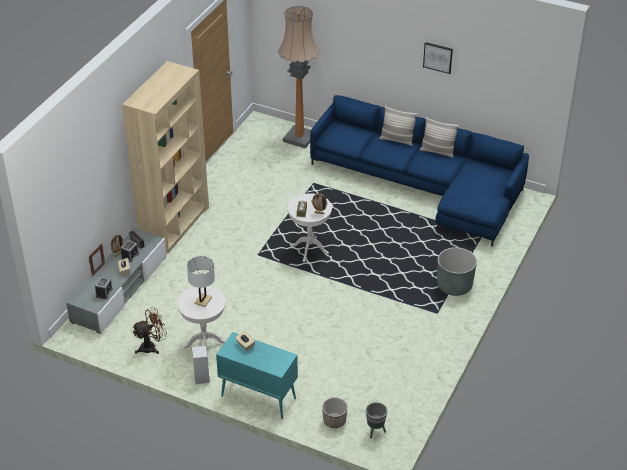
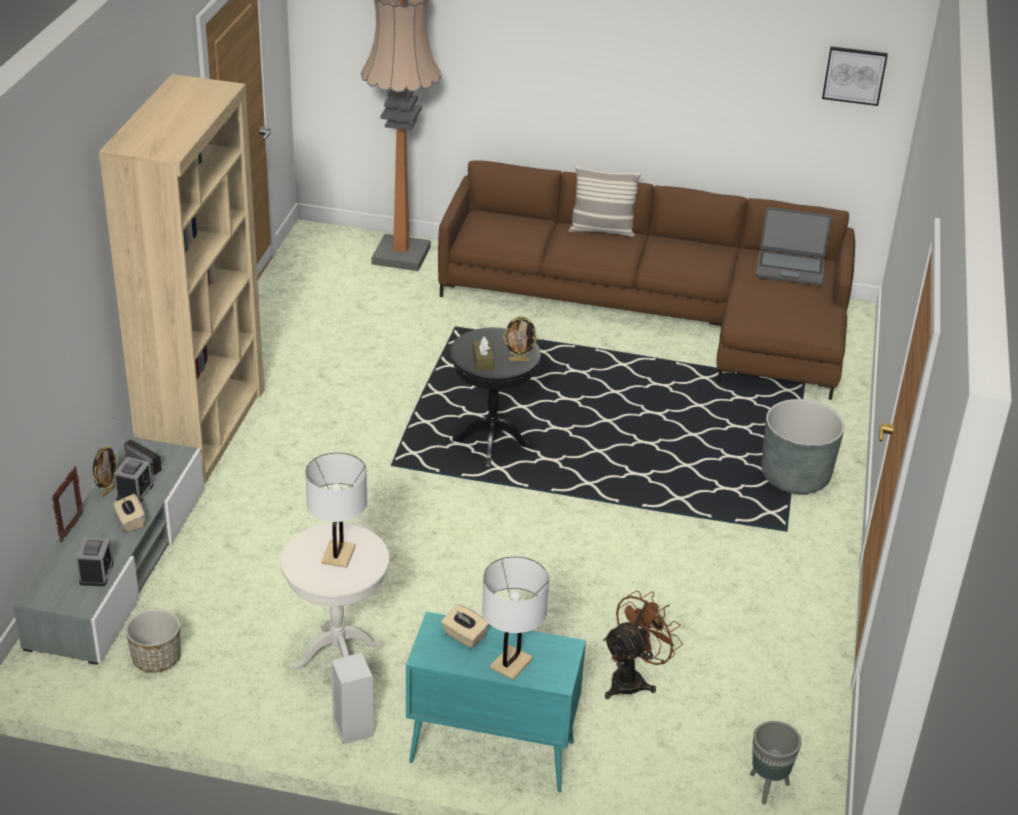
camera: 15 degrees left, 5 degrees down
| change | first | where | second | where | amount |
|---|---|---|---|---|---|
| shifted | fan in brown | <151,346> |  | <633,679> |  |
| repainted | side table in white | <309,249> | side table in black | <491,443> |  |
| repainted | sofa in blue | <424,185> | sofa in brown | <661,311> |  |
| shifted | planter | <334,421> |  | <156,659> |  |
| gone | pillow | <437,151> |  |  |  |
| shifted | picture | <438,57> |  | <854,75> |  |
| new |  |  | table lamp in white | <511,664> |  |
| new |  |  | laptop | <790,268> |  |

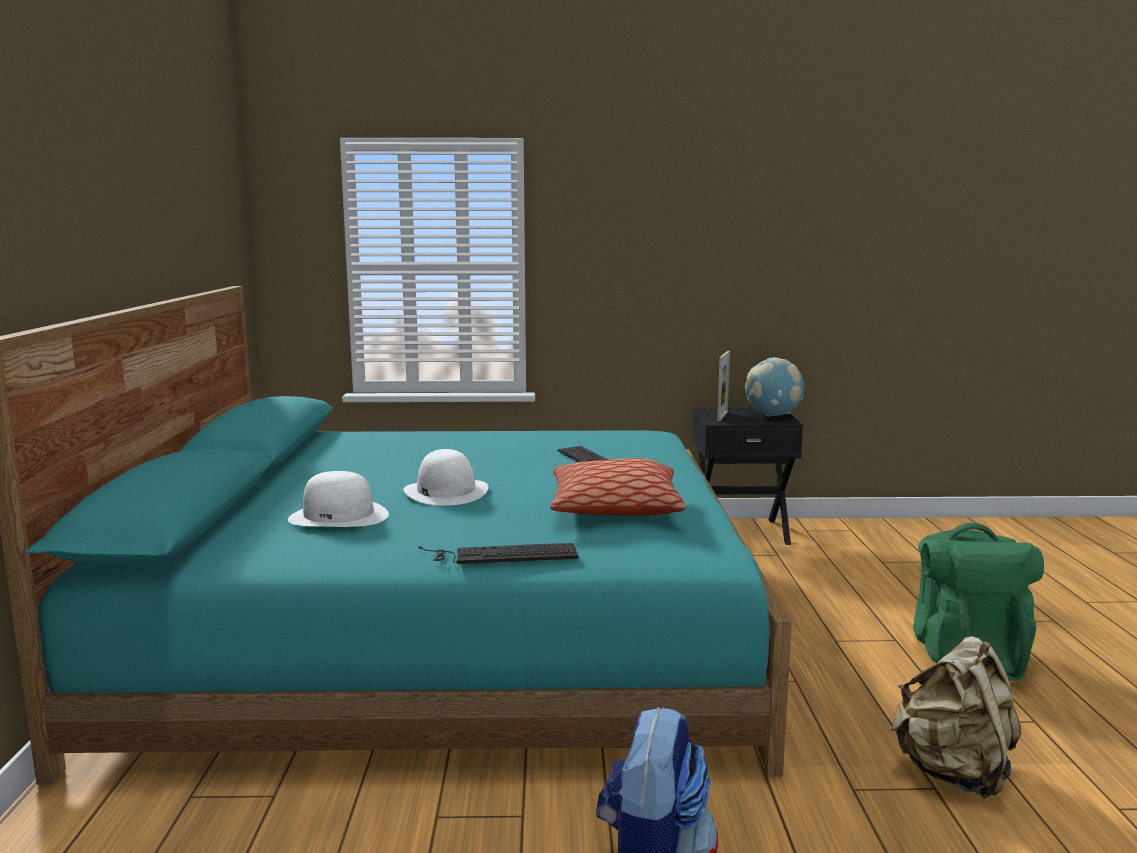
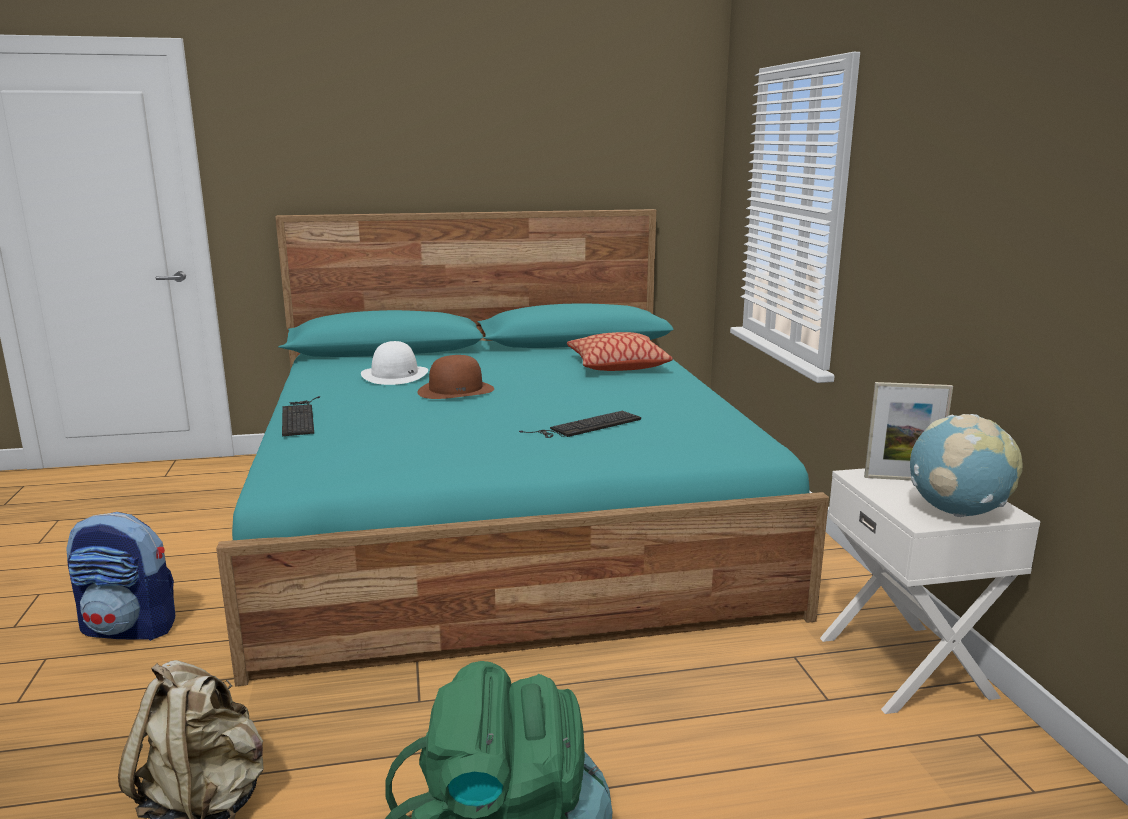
camera: 80 degrees right, 5 degrees up
| change | first | where | second | where | amount |
|---|---|---|---|---|---|
| repainted | hat in white | <446,492> | hat in brown | <456,390> |  |
| shifted | pillow | <615,508> |  | <617,365> |  |
| repainted | nightstand in black | <740,531> | nightstand in white | <907,666> |  |

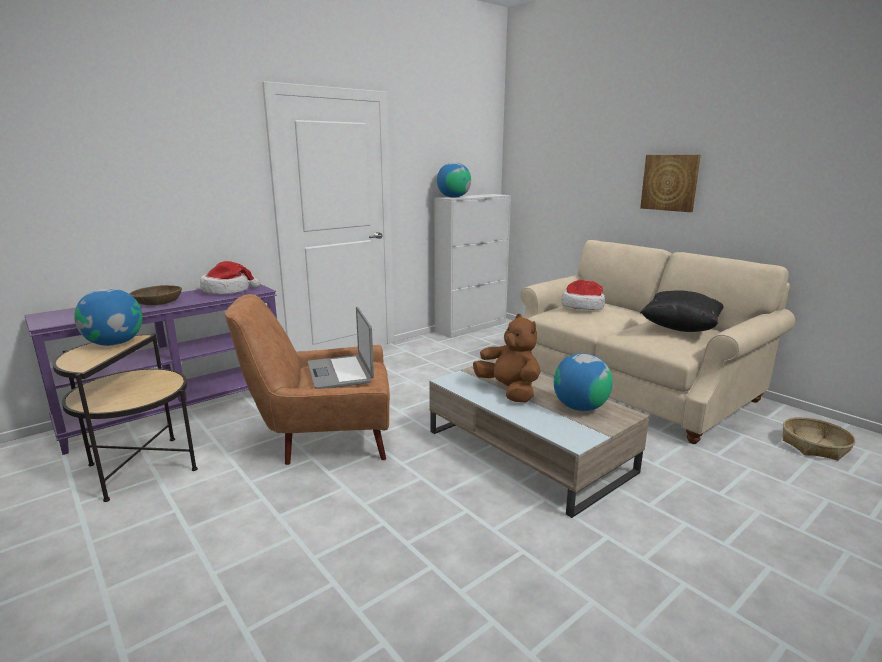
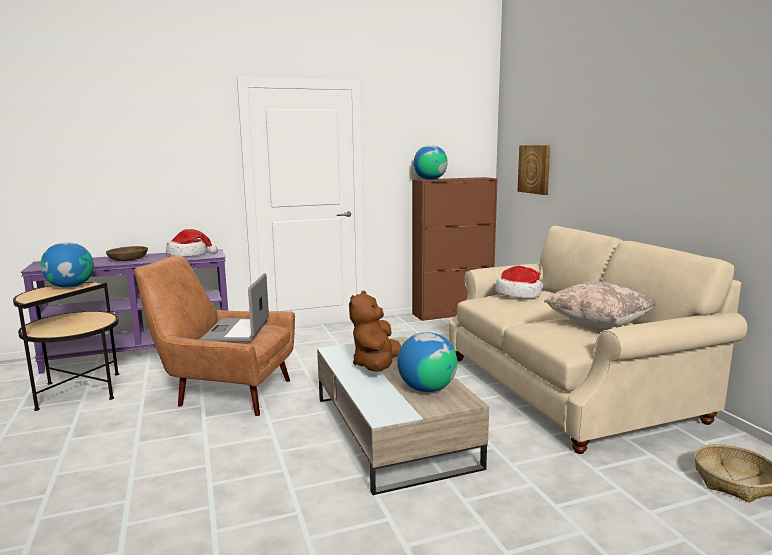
camera: 20 degrees right, 5 degrees down
| change | first | where | second | where | amount |
|---|---|---|---|---|---|
| repainted | cabinet in white | <471,327> | cabinet in brown | <453,313> |  |
| rotated | plush toy in brown | <509,391> |  | <376,366> | 150 degrees counterclockwise |
| shifted | picture | <670,182> |  | <535,169> |  |
| repainted | pillow in black | <680,328> | pillow in beige | <598,324> |  |

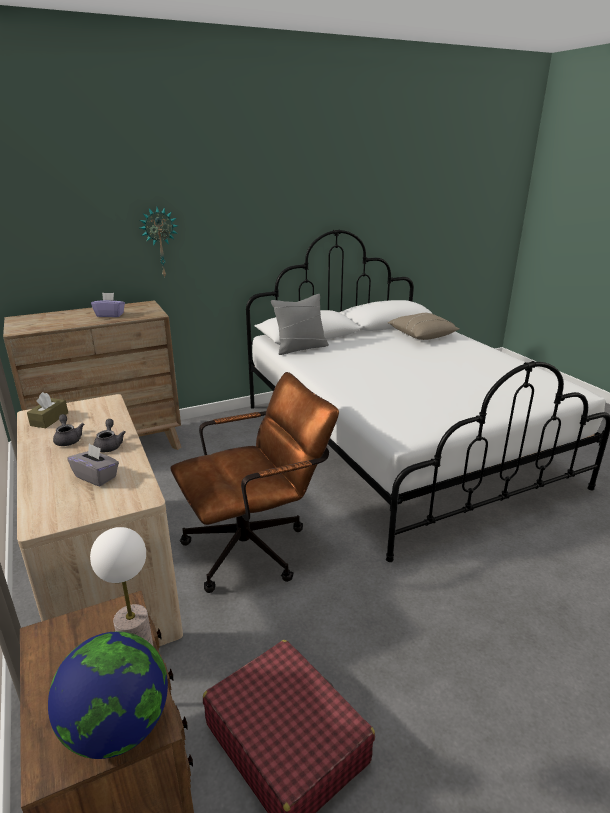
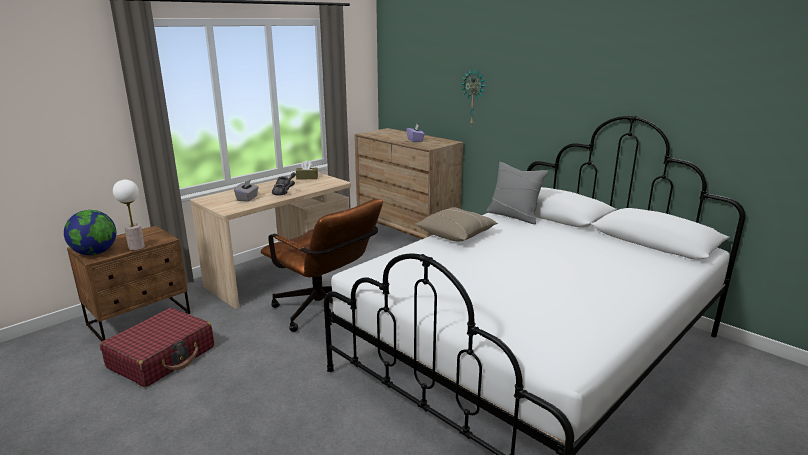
camera: 70 degrees right, 5 degrees down
| change | first | where | second | where | amount |
|---|---|---|---|---|---|
| shifted | pillow in beige | <421,335> |  | <456,234> |  |

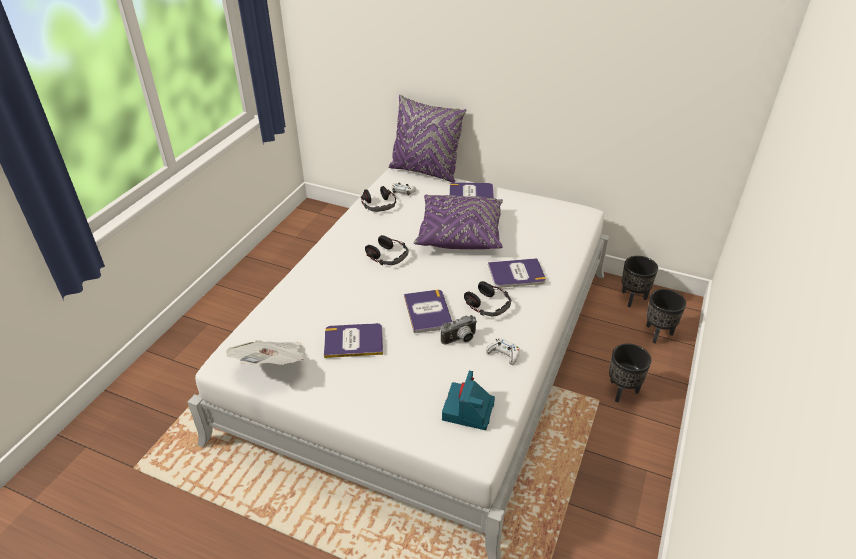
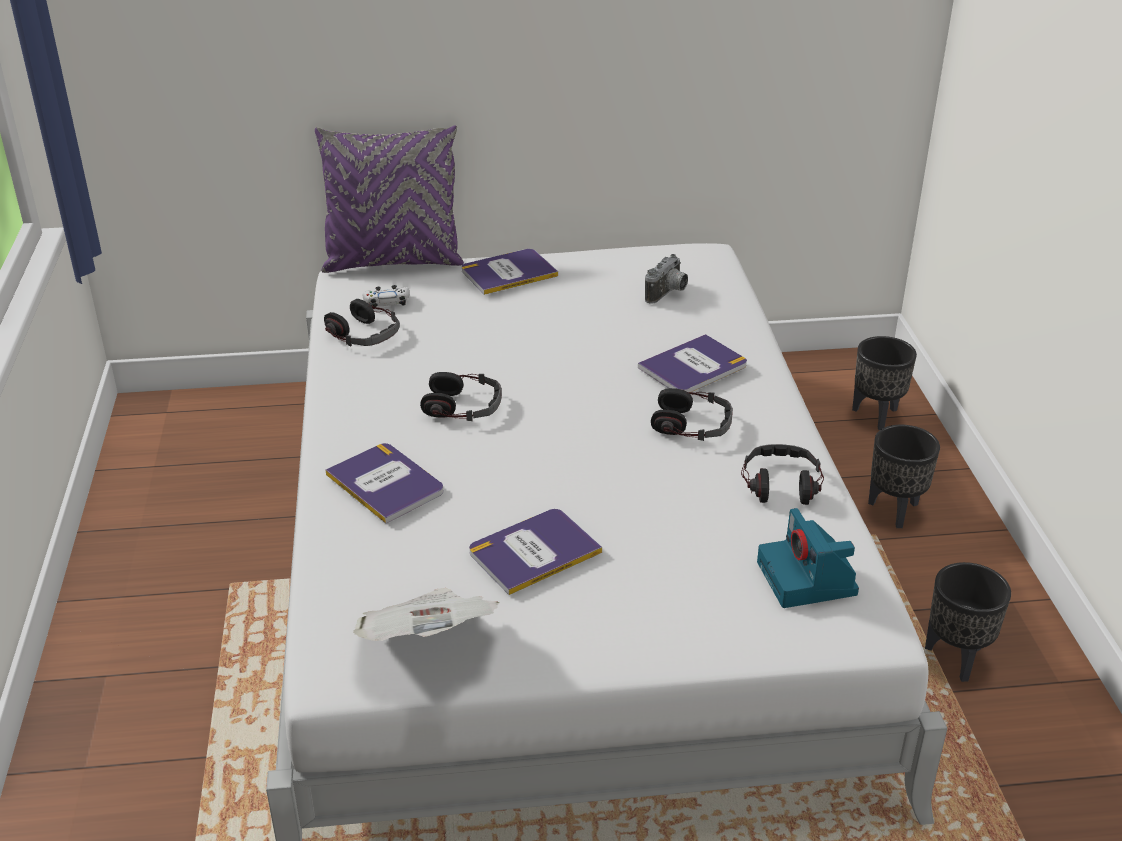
camera: 30 degrees left, 5 degrees down
| change | first | where | second | where | amount |
|---|---|---|---|---|---|
| shifted | book | <428,311> |  | <386,483> |  |
| gone | pillow in purple | <459,233> |  |  |  |
| shifted | photo camera | <460,340> |  | <668,294> |  |
| swapped | game controller in white | <503,354> | headphones | <780,483> |  |
| shifted | planter in black | <633,299> |  | <957,658> |  |

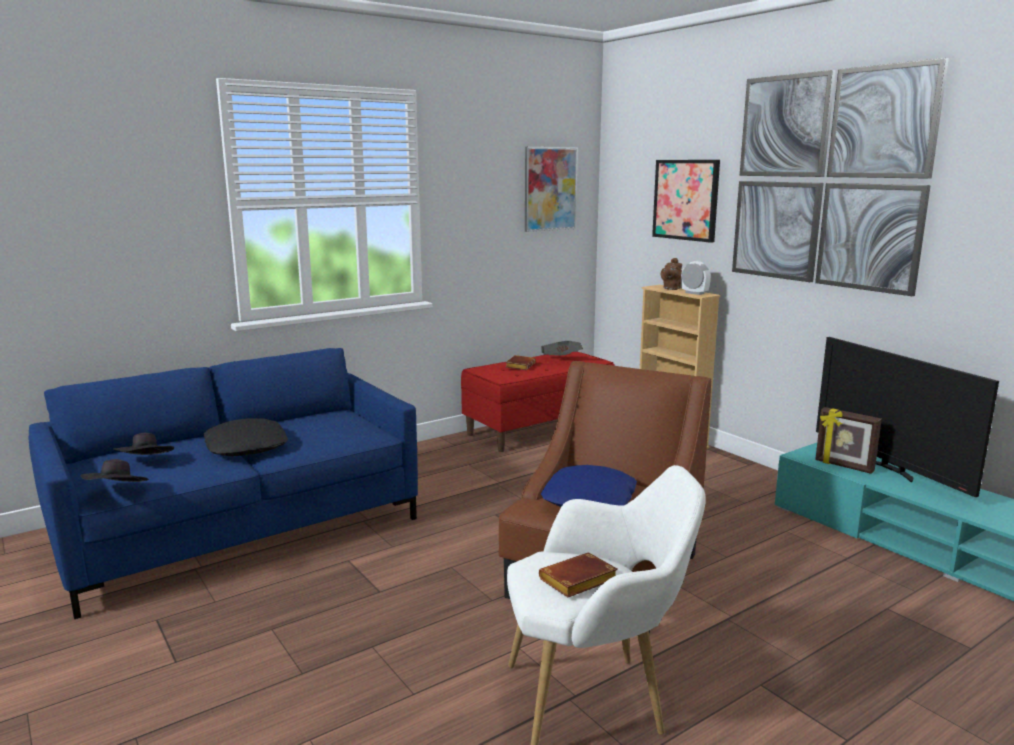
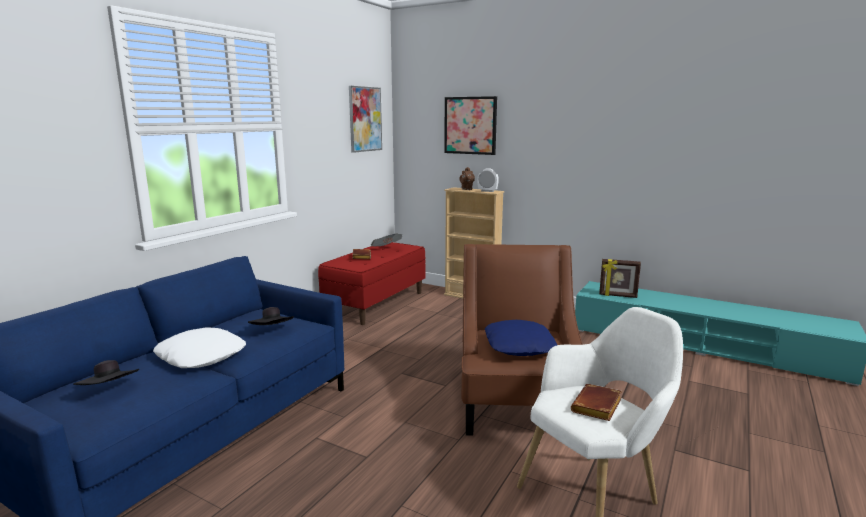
camera: 25 degrees left, 0 degrees up
| change | first | where | second | where | amount |
|---|---|---|---|---|---|
| shifted | hat in black | <117,492> |  | <272,331> |  |
| repainted | pillow in black | <247,446> | pillow in white | <202,356> |  |
| gone | picture | <826,179> |  |  |  |
| gone | television | <889,469> |  |  |  |

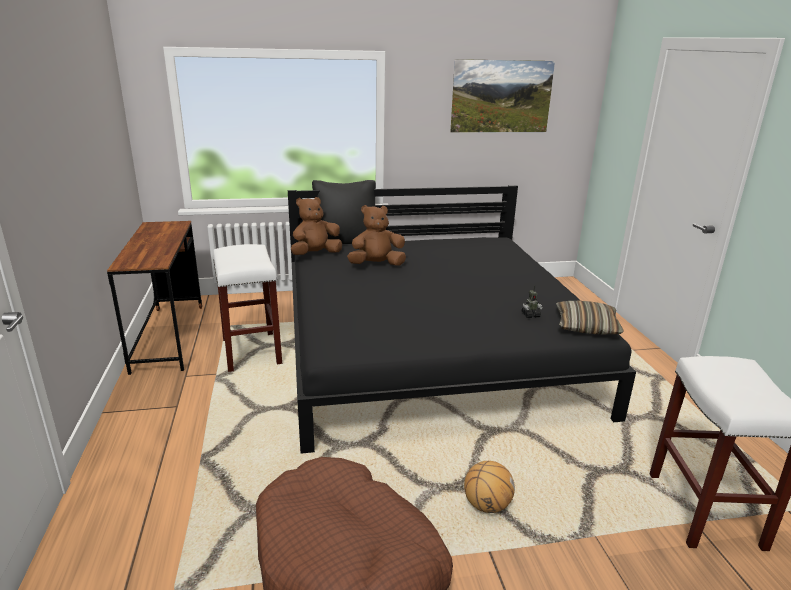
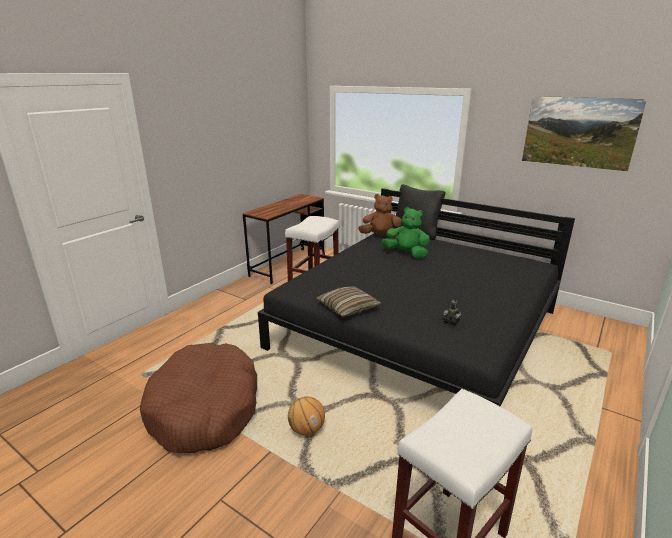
camera: 45 degrees right, 0 degrees up
| change | first | where | second | where | amount |
|---|---|---|---|---|---|
| repainted | plush toy in brown | <376,265> | plush toy in green | <406,253> |  |
| shifted | pillow | <586,326> |  | <348,308> |  |

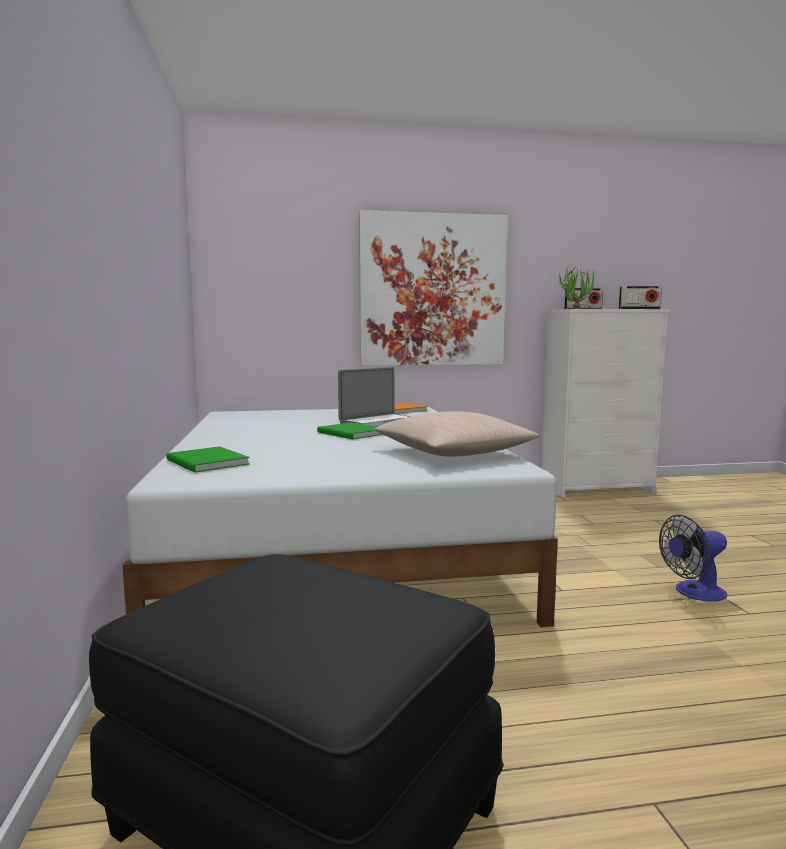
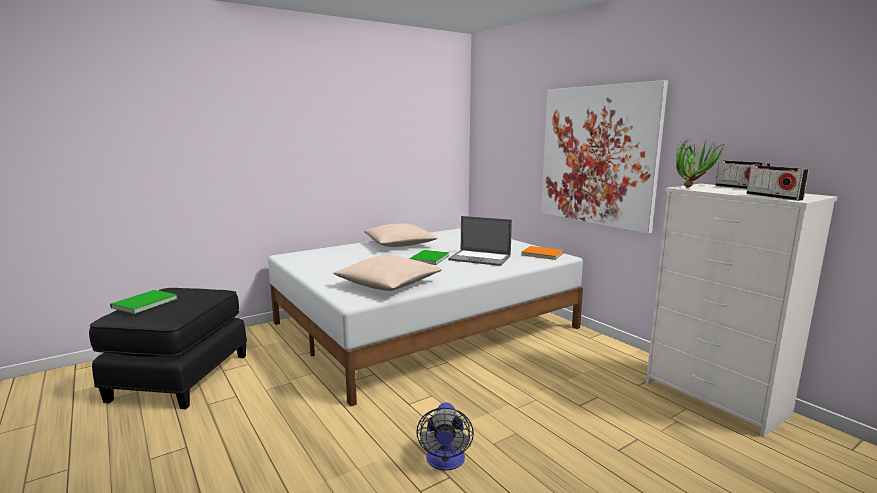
camera: 65 degrees right, 5 degrees up
| change | first | where | second | where | amount |
|---|---|---|---|---|---|
| shifted | book in green | <206,463> |  | <142,303> |  |
| rotated | fan | <693,593> |  | <445,462> | 135 degrees counterclockwise |
| new |  |  | pillow in beige | <400,244> |  |

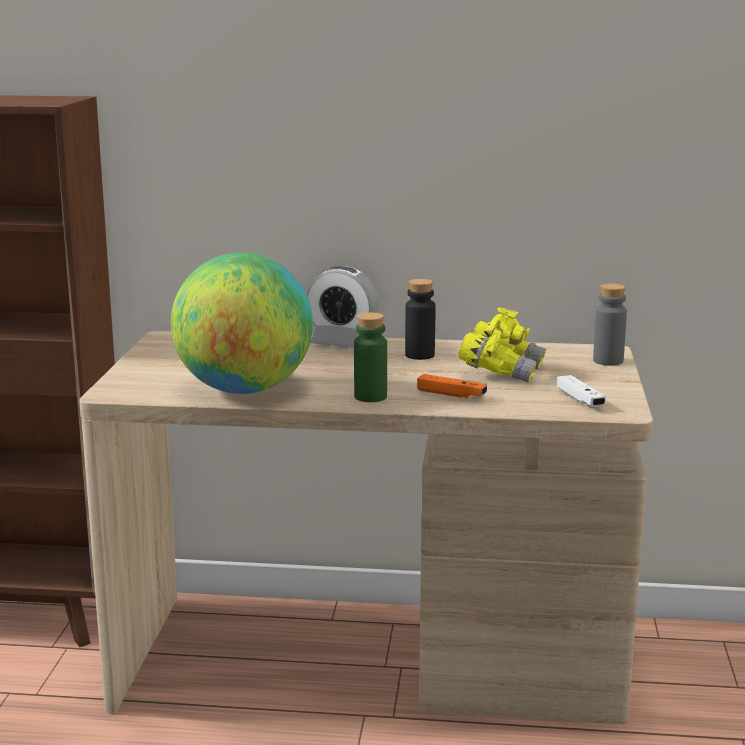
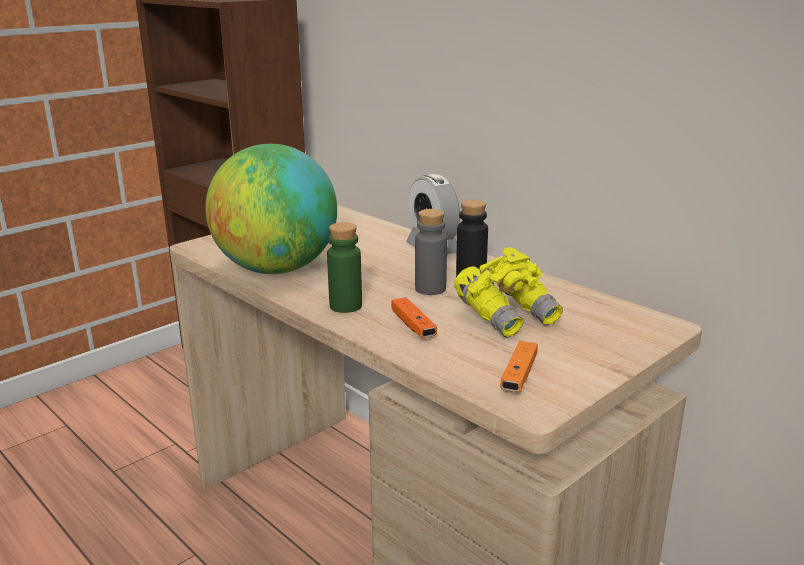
camera: 40 degrees right, 5 degrees up
| change | first | where | second | where | amount |
|---|---|---|---|---|---|
| repainted | game controller in white | <580,400> | game controller in orange | <519,375> |  |
| shifted | bottle in grey | <608,361> |  | <430,289> |  |

